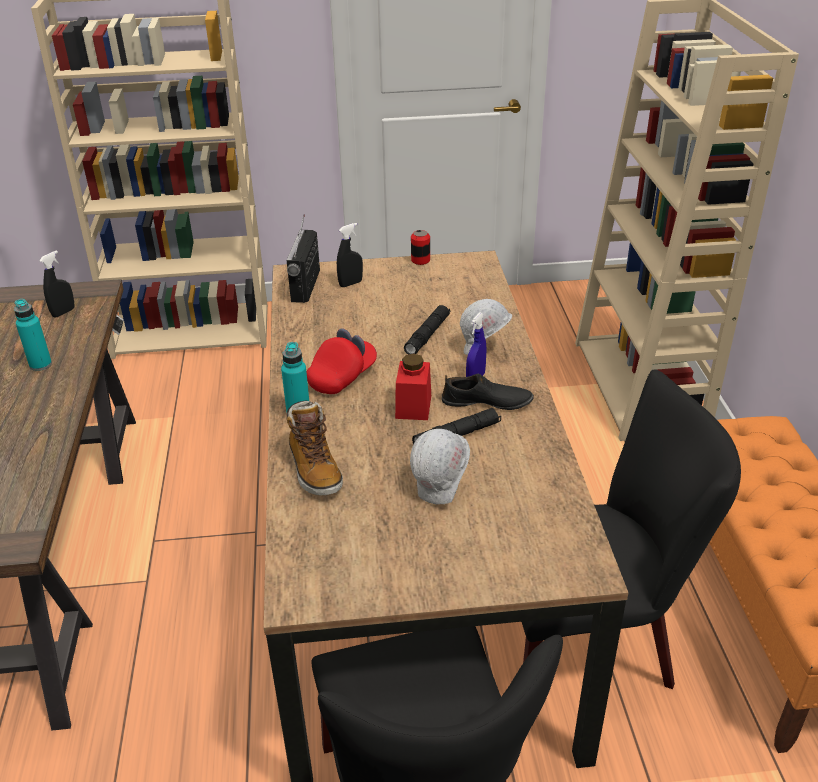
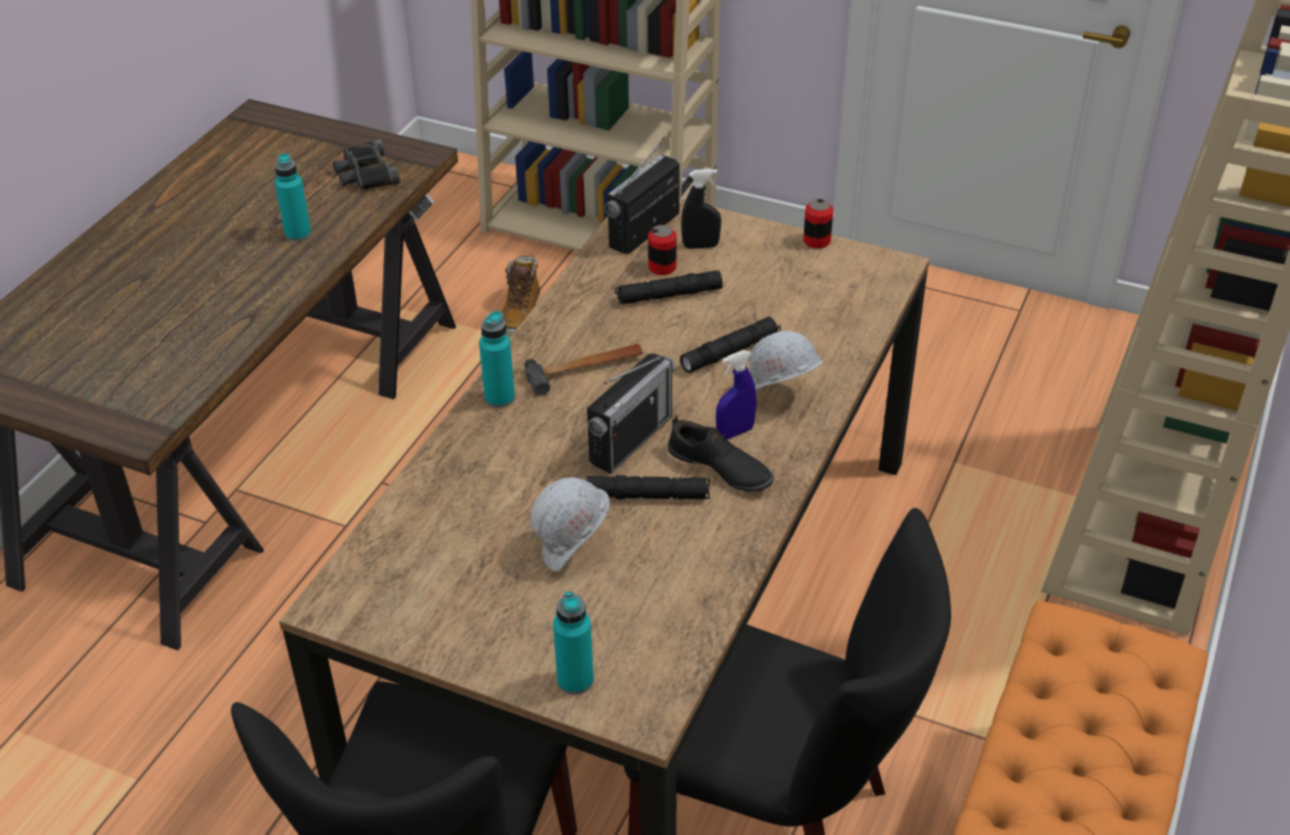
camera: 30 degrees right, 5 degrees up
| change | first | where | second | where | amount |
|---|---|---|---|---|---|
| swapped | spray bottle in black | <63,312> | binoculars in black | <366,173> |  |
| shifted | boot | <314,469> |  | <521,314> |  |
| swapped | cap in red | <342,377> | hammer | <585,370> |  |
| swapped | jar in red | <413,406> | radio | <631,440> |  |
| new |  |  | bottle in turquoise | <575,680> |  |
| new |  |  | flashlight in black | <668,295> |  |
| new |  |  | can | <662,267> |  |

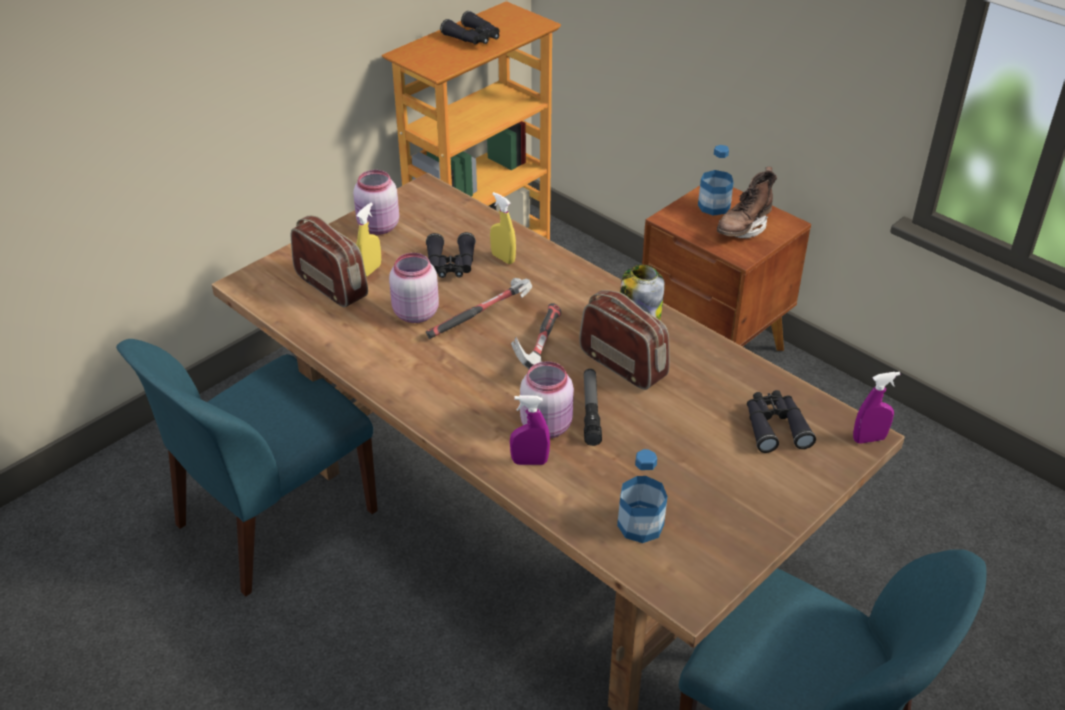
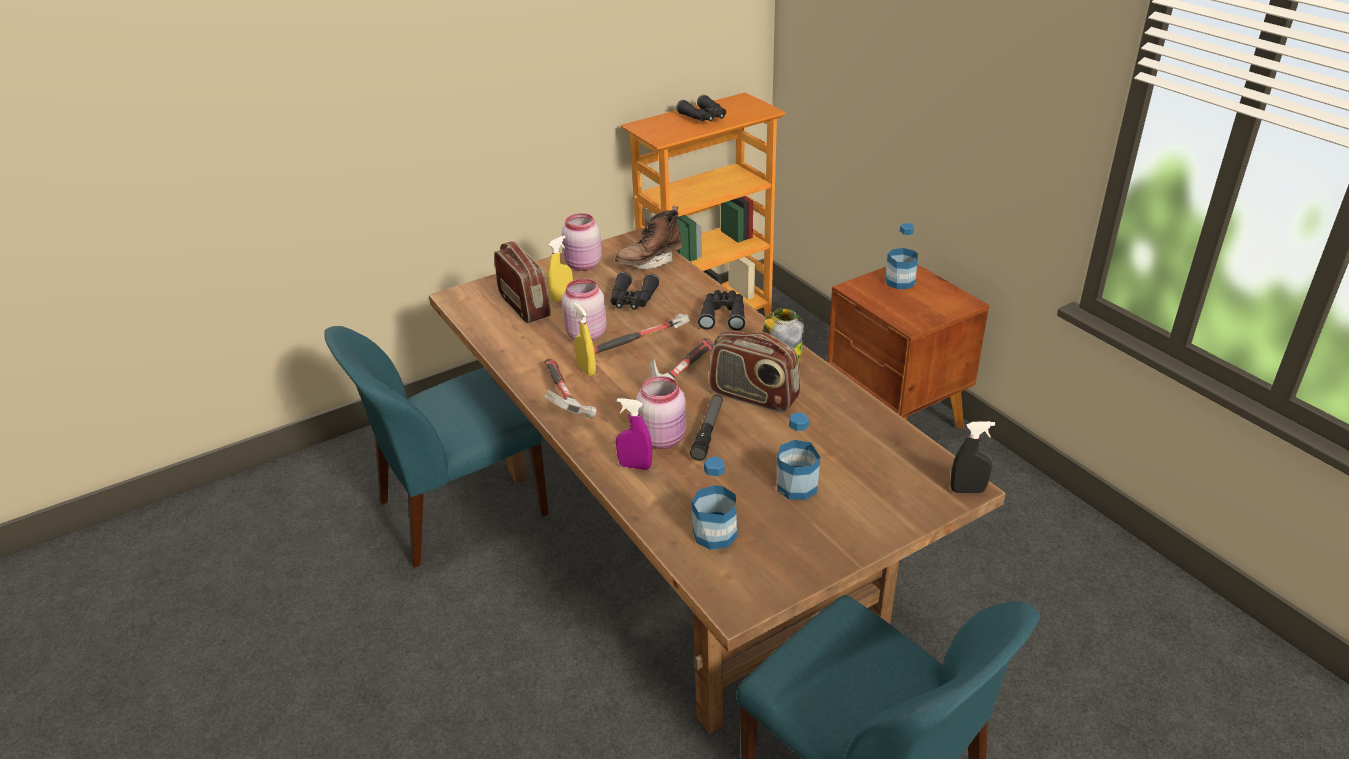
camera: 15 degrees right, 5 degrees down
| change | first | where | second | where | amount |
|---|---|---|---|---|---|
| shifted | spray bottle in yellow | <503,258> |  | <586,369> |  |
| rotated | radio | <623,364> |  | <753,396> | 150 degrees clockwise |
| shifted | boot in brown | <743,228> |  | <649,262> |  |
| shifted | binoculars in black | <775,426> |  | <723,315> |  |
| repainted | spray bottle in purple | <869,439> | spray bottle in black | <967,490> |  |
| new |  |  | hammer | <563,399> |  |
| new |  |  | bottle | <797,486> |  |

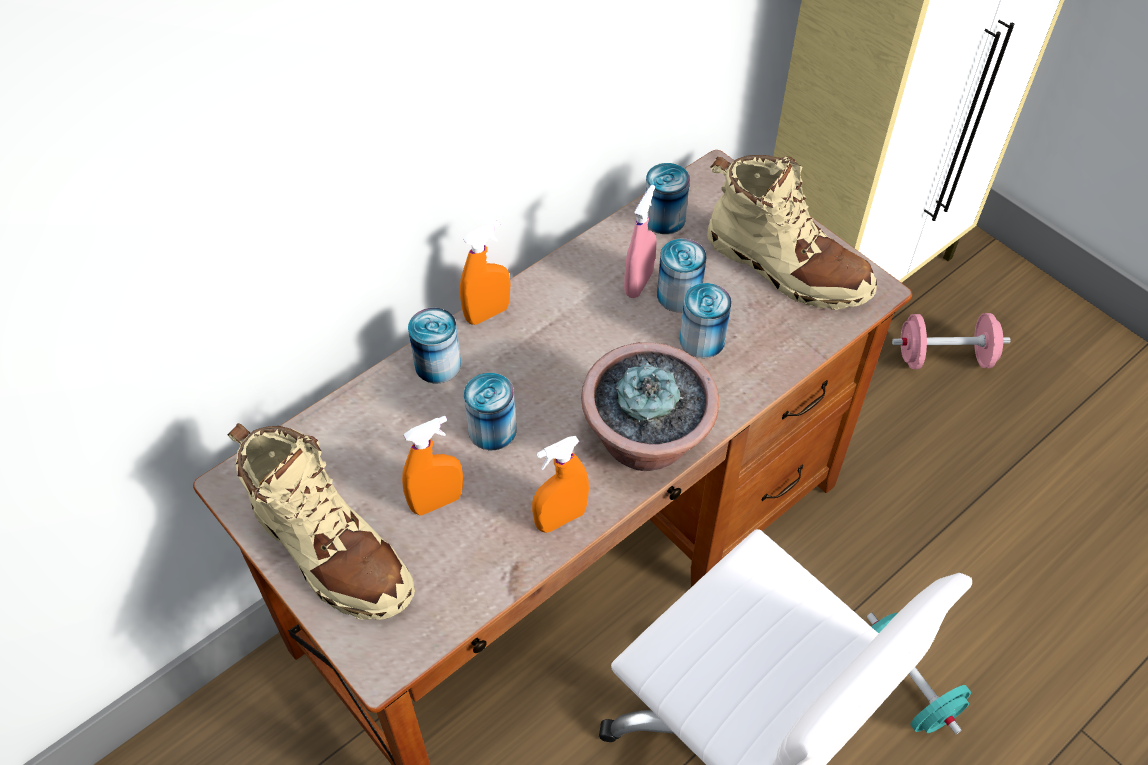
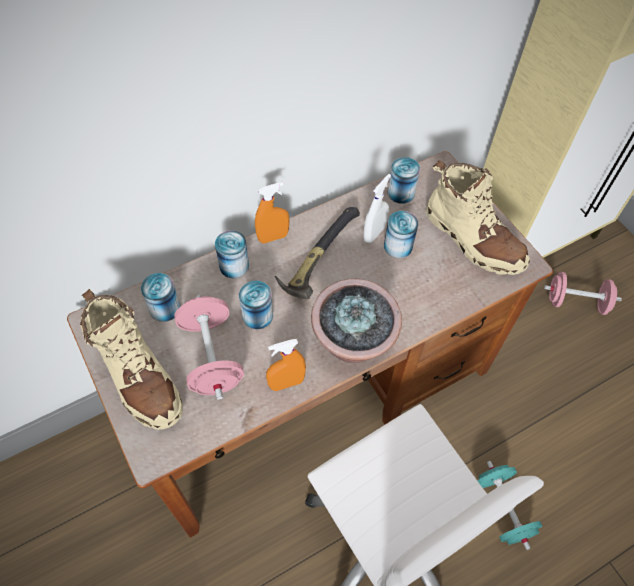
camera: 10 degrees right, 5 degrees up
| change | first | where | second | where | amount |
|---|---|---|---|---|---|
| swapped | spray bottle in orange | <437,502> | dumbbell in pink | <211,357> |  |
| repainted | spray bottle in pink | <639,283> | spray bottle in white | <374,233> |  |
| shifted | can | <702,340> |  | <165,308> |  |
| new |  |  | hammer | <316,259> |  |

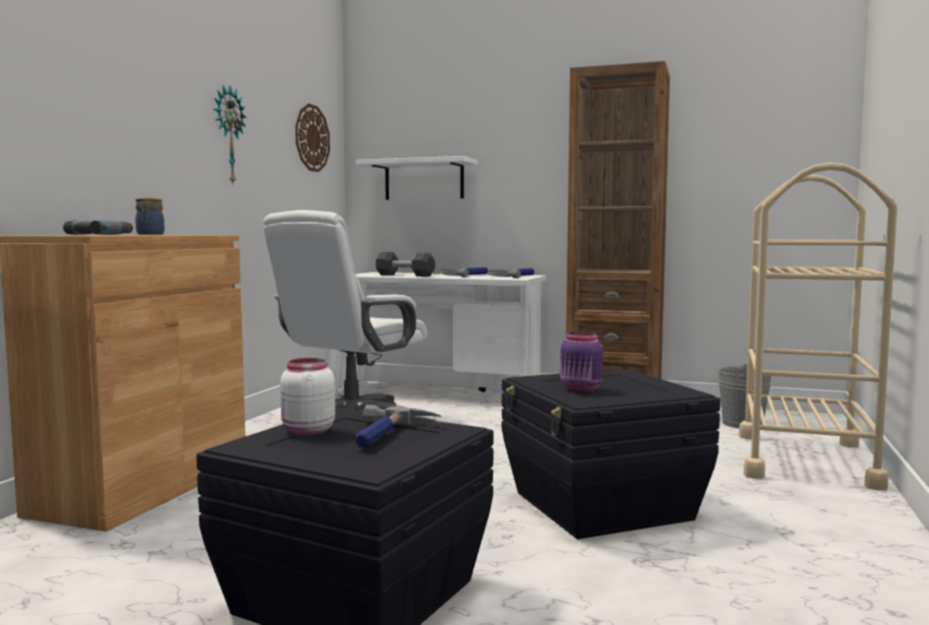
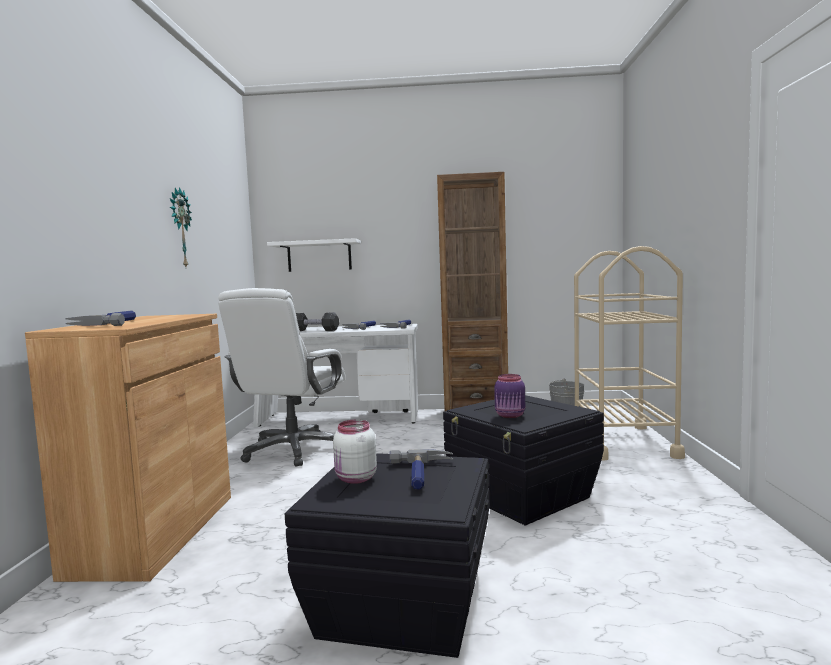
camera: 15 degrees left, 0 degrees up
| change | first | where | second | where | amount |
|---|---|---|---|---|---|
| swapped | power drill | <98,234> | hammer | <110,323> |  |
| gone | jar | <150,234> |  |  |  |
| gone | wall clock | <312,138> |  |  |  |

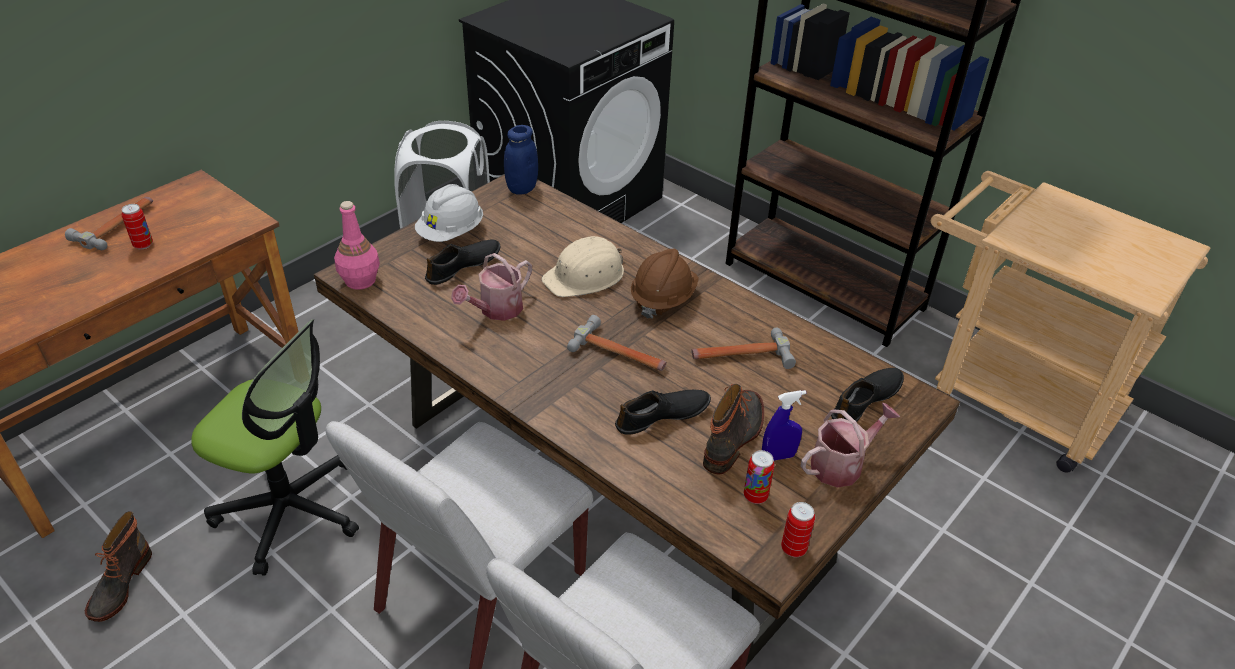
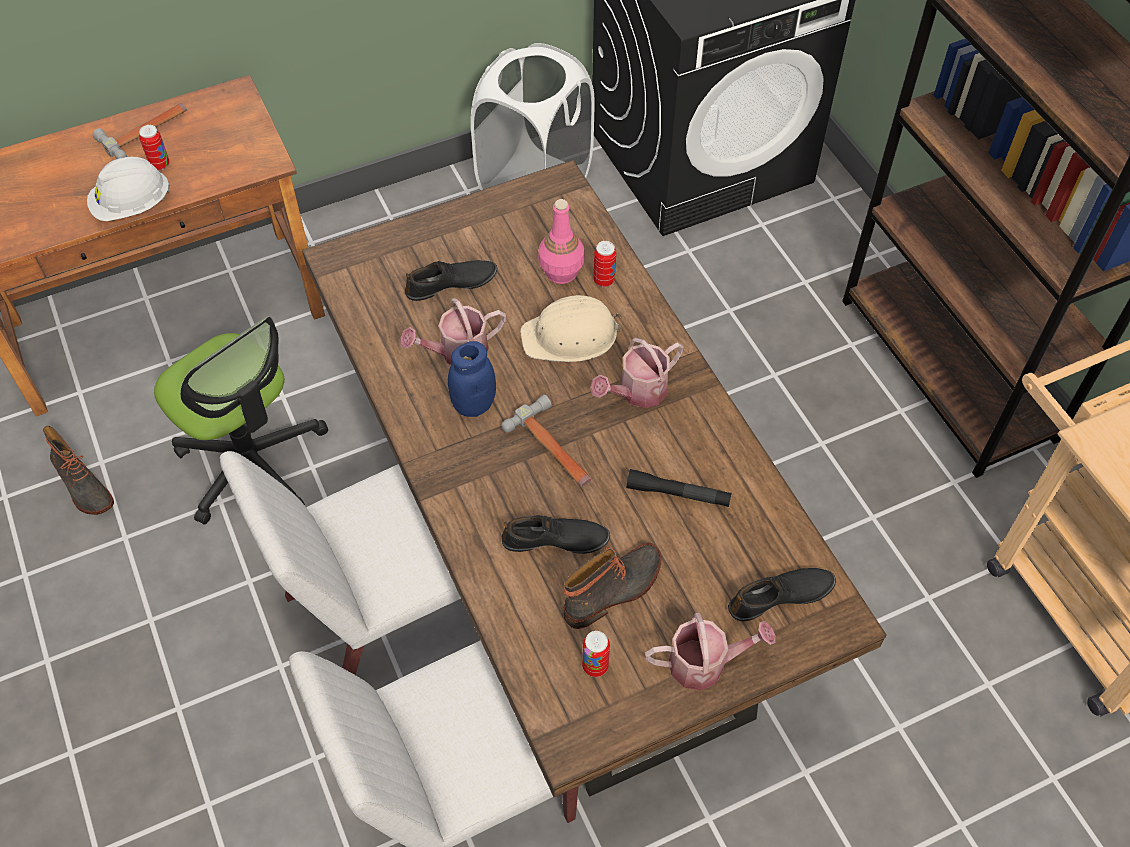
camera: 25 degrees right, 15 degrees up
| change | first | where | second | where | amount |
|---|---|---|---|---|---|
| rotated | boot | <119,585> |  | <83,488> | 75 degrees counterclockwise |
| shifted | bottle in pink | <360,280> |  | <560,272> |  |
| shifted | hard hat in white | <451,233> |  | <132,206> |  |
| shifted | jar in blue | <521,188> |  | <473,404> |  |
| swapped | hard hat in brown | <663,298> | watering can | <637,392> |  |
| swapped | hammer | <740,355> | flashlight in black | <678,494> |  |
| gone | spray bottle in blue | <778,456> |  |  |  |
| shifted | can | <793,548> |  | <604,280> |  |

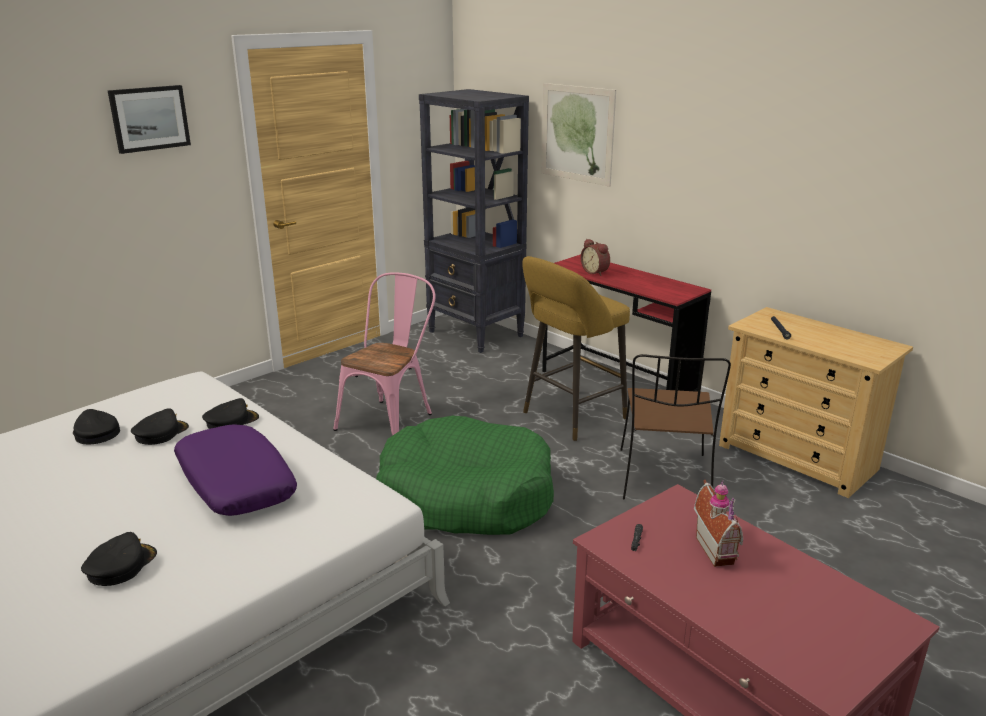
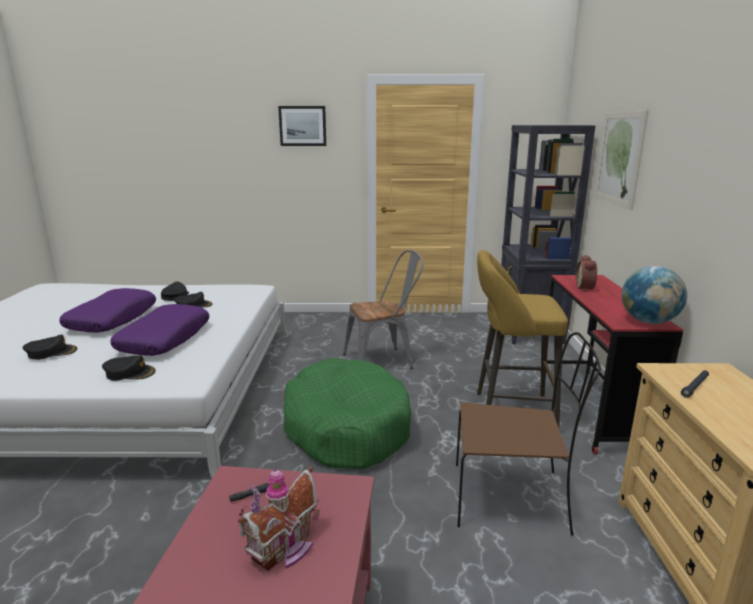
camera: 45 degrees right, 5 degrees down
| change | first | where | second | where | amount |
|---|---|---|---|---|---|
| shifted | cap in black | <231,421> |  | <130,373> |  |
| repainted | chair in pink | <390,419> | chair in grey | <383,361> |  |
| rotated | chair in brown | <664,478> |  | <512,498> | 135 degrees counterclockwise |
| new |  |  | pillow in purple | <112,319> |  |
| new |  |  | globe | <648,322> |  |

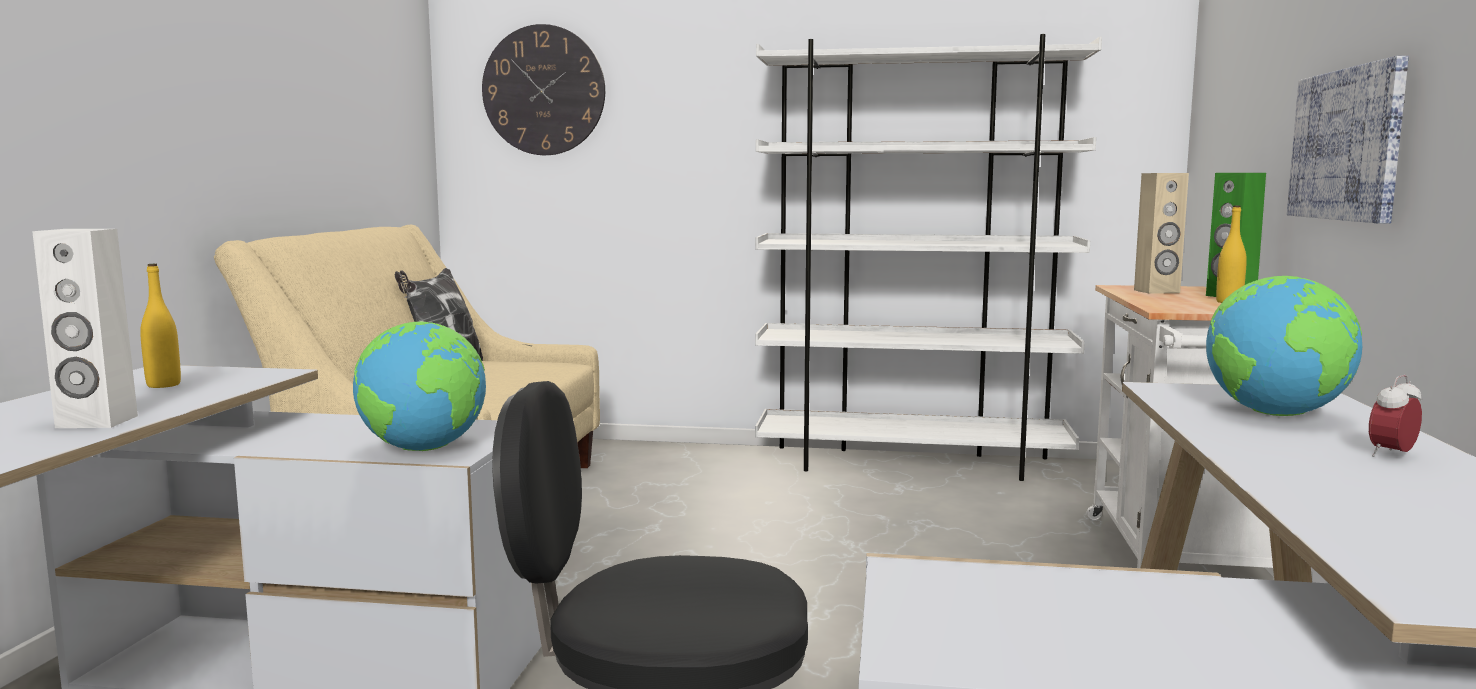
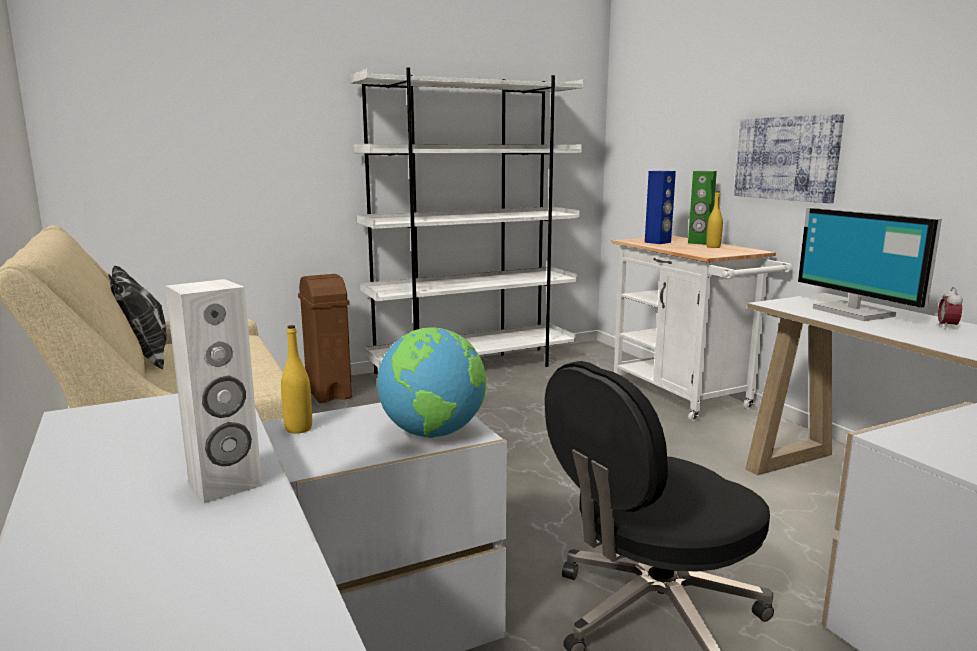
camera: 35 degrees left, 5 degrees up
| change | first | where | second | where | amount |
|---|---|---|---|---|---|
| shifted | bottle in yellow | <163,385> |  | <298,429> |  |
| gone | wall clock | <543,90> |  |  |  |
| repainted | speaker in beige | <1157,291> | speaker in blue | <658,242> |  |
| swapped | globe | <1276,414> | monitor | <855,312> |  |
| new |  |  | trash can in brown | <329,393> |  |

